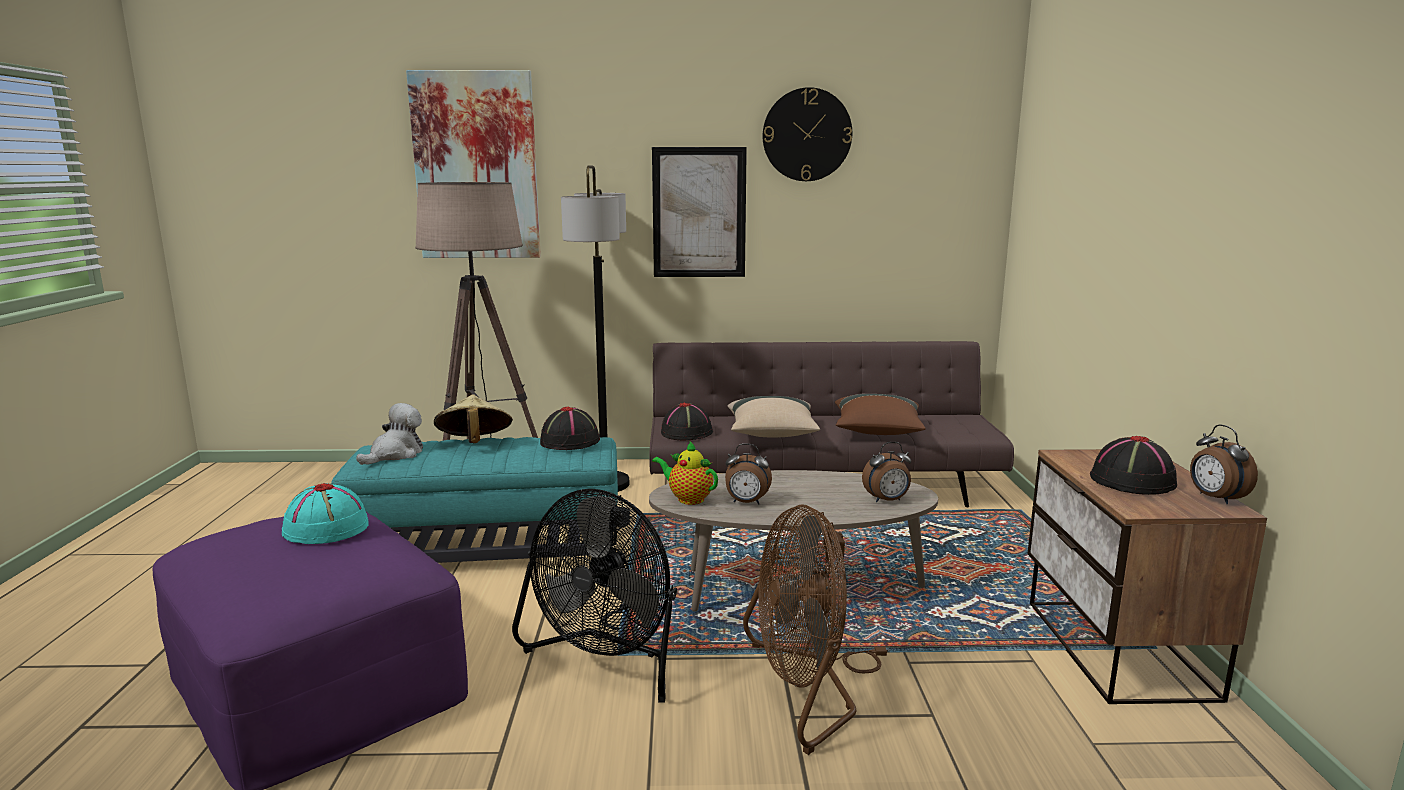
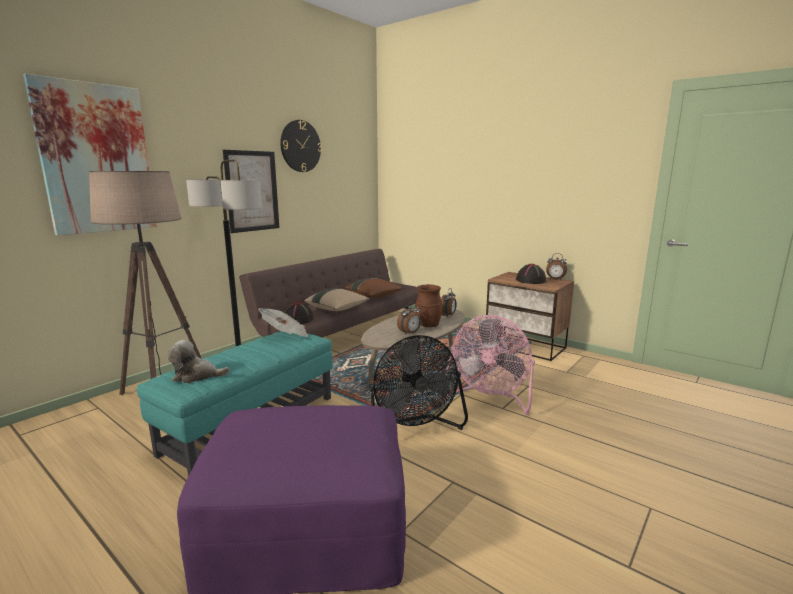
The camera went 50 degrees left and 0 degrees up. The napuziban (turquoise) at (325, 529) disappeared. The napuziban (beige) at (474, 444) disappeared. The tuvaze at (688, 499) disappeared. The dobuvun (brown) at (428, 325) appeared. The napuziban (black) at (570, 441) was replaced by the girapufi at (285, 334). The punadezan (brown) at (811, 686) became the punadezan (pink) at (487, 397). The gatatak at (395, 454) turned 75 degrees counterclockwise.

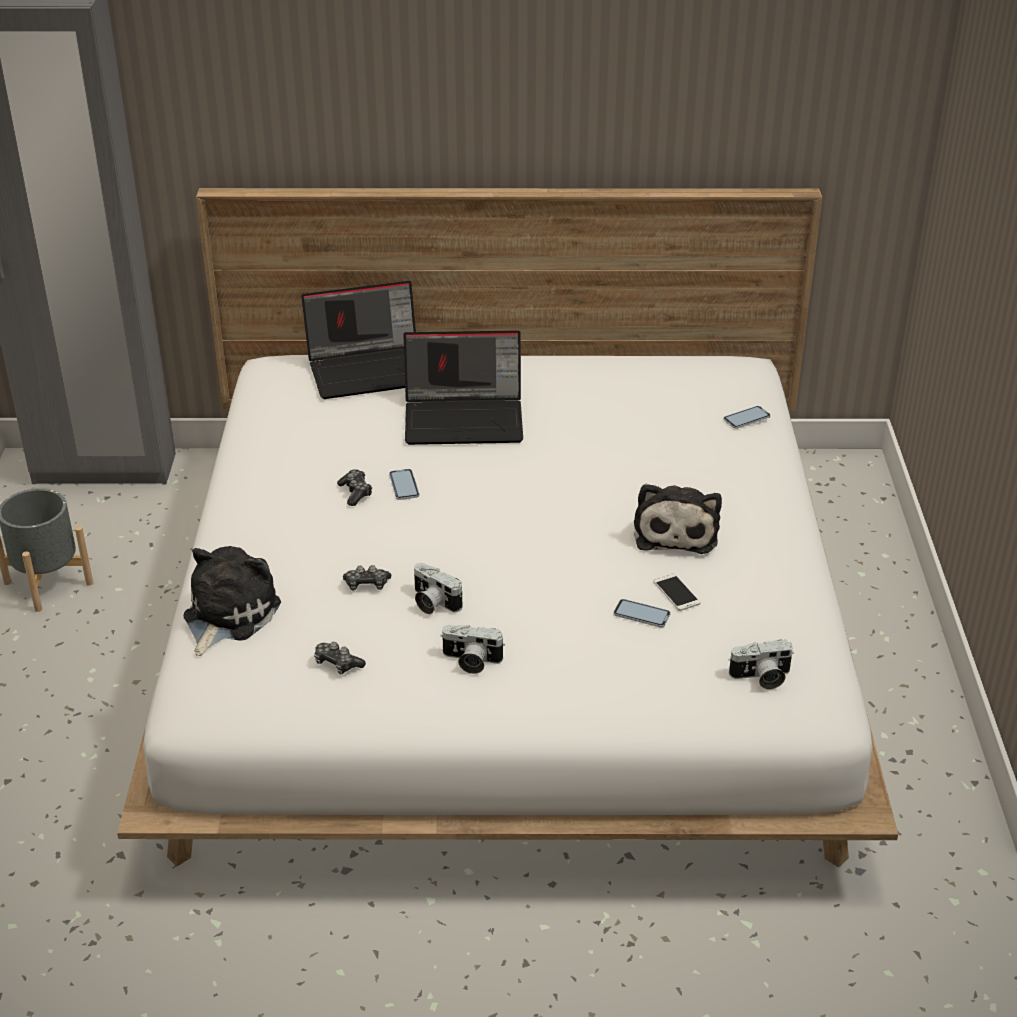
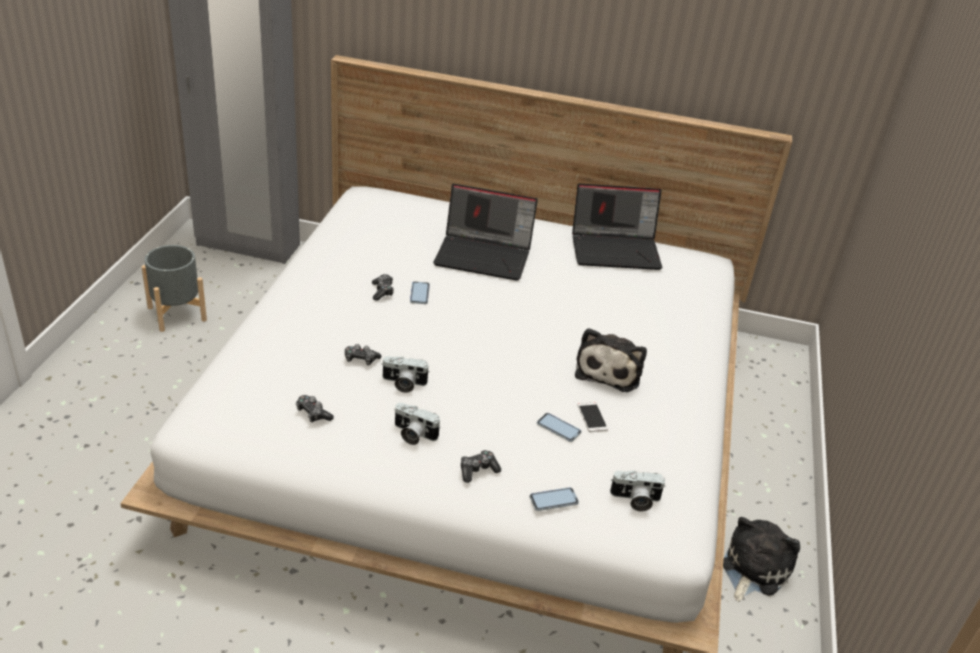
The camera went 10 degrees right and 0 degrees up. The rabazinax at (478, 470) appeared. The gatatak moved from (227, 615) to (753, 569). The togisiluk moved from (370, 369) to (616, 249). The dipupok moved from (746, 418) to (553, 500). The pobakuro at (432, 603) turned 45 degrees counterclockwise.

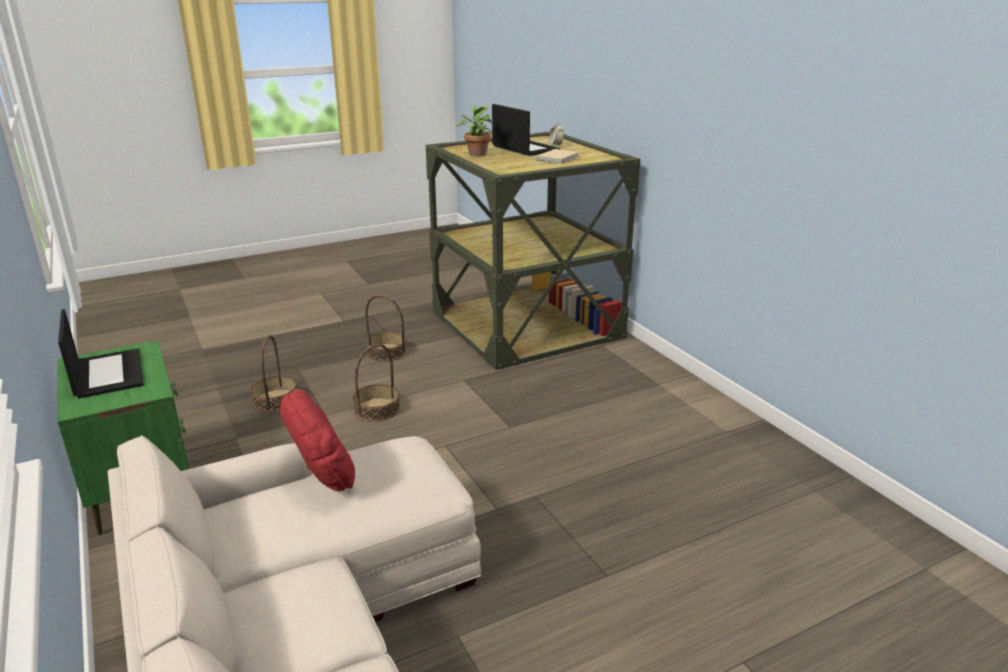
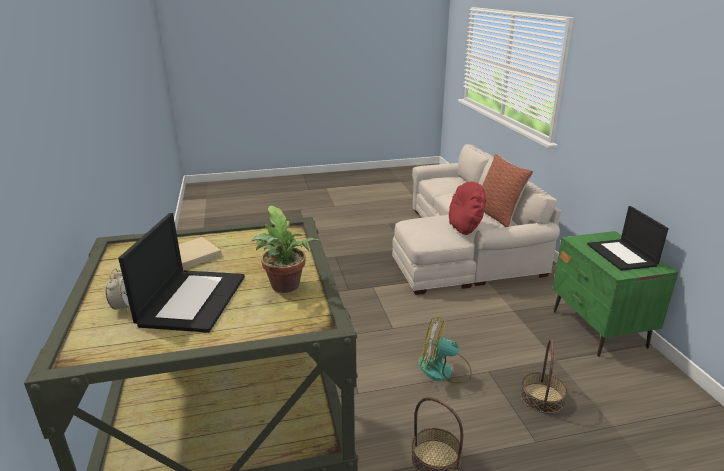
The camera went 165 degrees left and 0 degrees up. The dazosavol at (498, 215) appeared. The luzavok at (377, 409) was replaced by the punadezan at (443, 370). The togisiluk at (524, 148) turned 150 degrees counterclockwise.

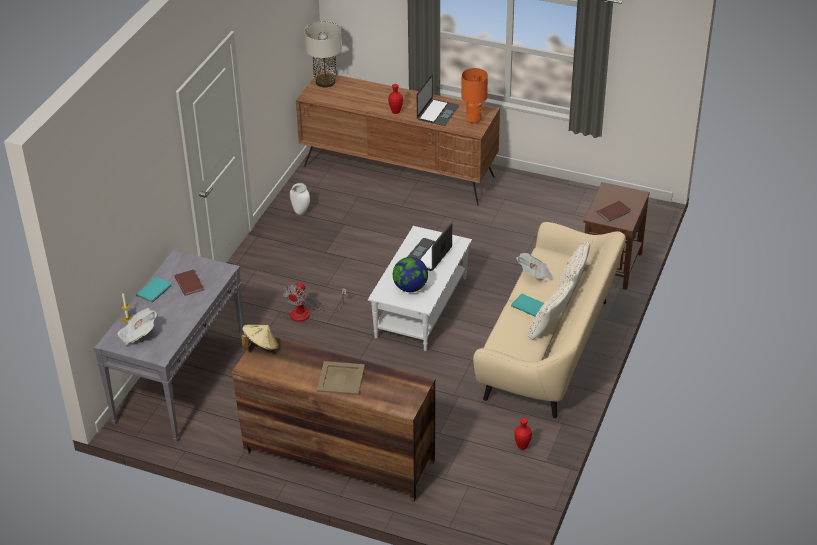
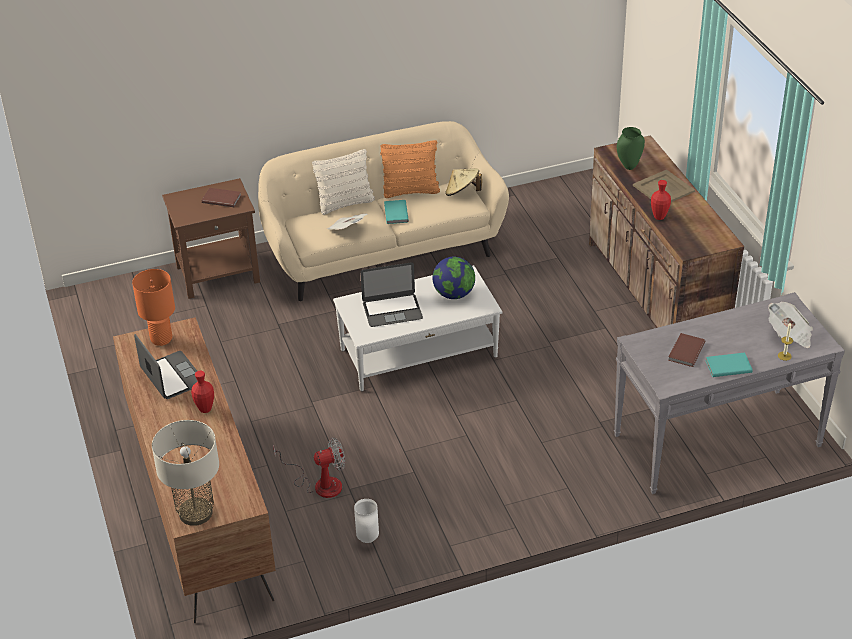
The camera went 130 degrees left and 0 degrees up. The dobuvun (green) at (629, 167) appeared. The napuziban (beige) moved from (261, 347) to (462, 192). The punadezan moved from (307, 313) to (319, 484). The dobuvun (red) moved from (522, 446) to (659, 217). The dazosavol (beige) at (549, 329) became the dazosavol (orange) at (411, 191). The togisiluk at (437, 112) turned 75 degrees clockwise.

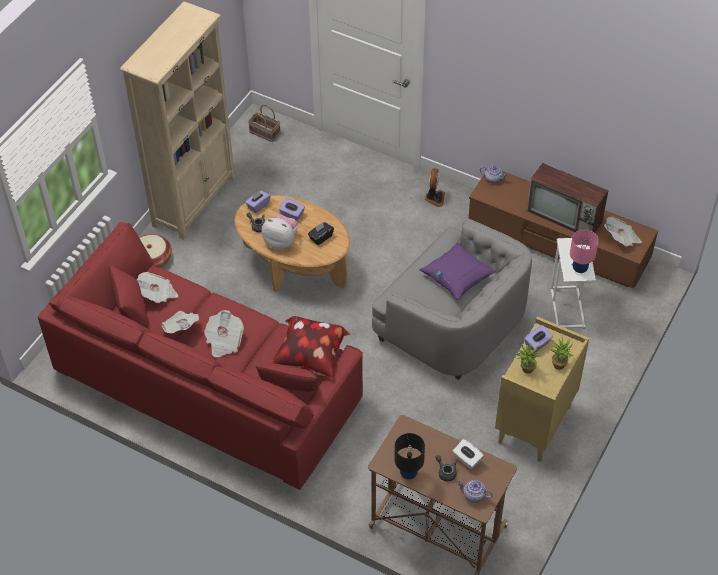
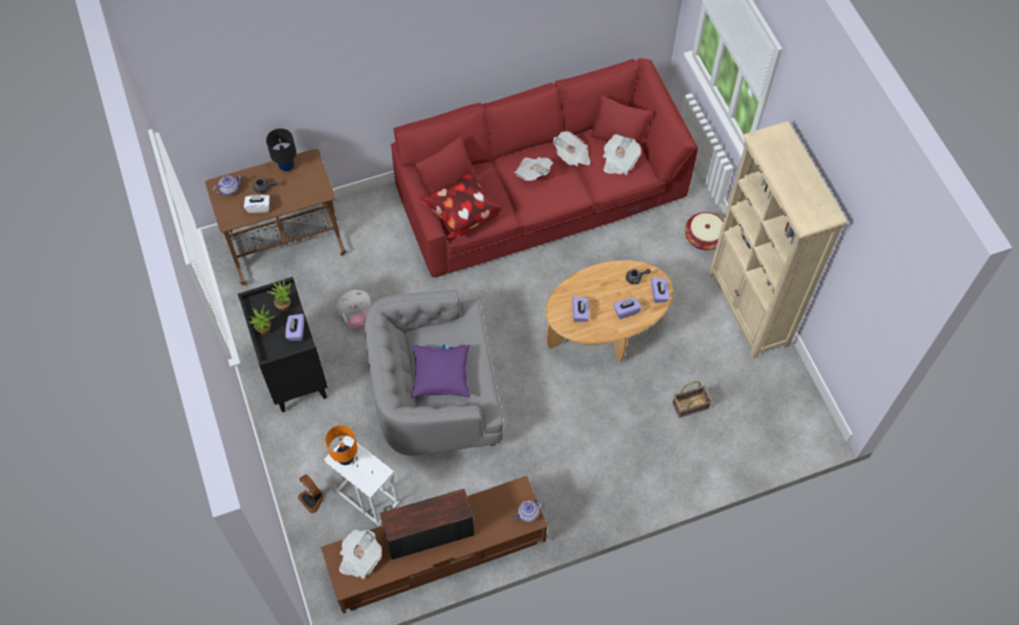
The camera went 130 degrees right and 10 degrees up. The luzavok moved from (266, 133) to (689, 406). The gatatak moved from (281, 241) to (357, 317). The punadezan moved from (434, 198) to (313, 498). The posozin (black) at (321, 237) became the posozin (purple) at (580, 313). The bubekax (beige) at (534, 425) became the bubekax (black) at (294, 373). The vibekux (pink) at (579, 268) became the vibekux (orange) at (346, 459).

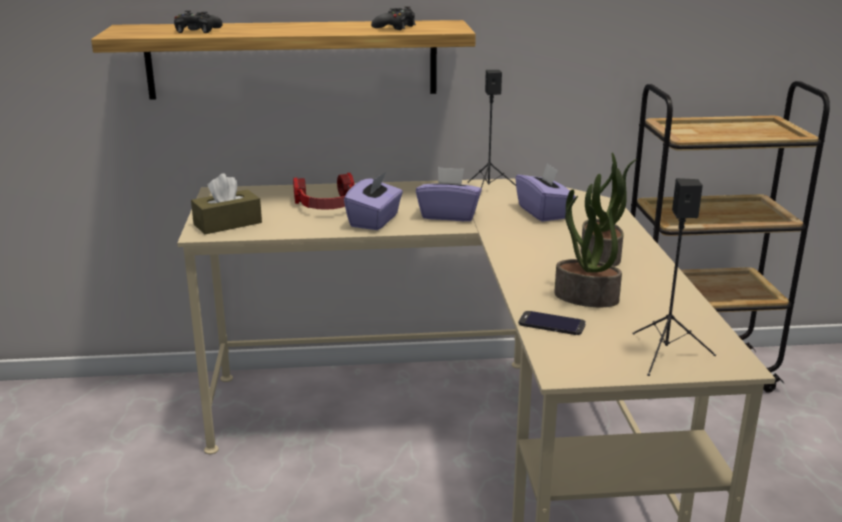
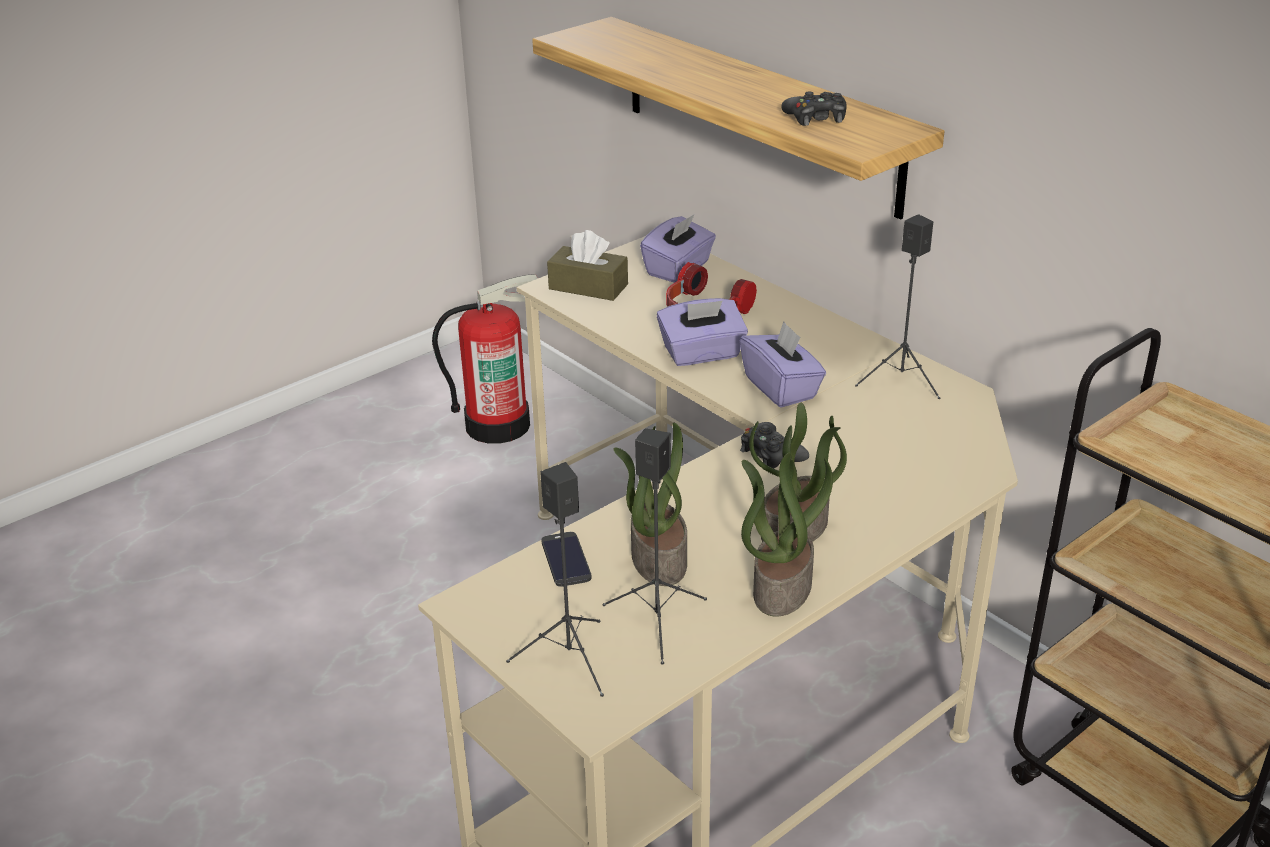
The camera went 55 degrees right and 10 degrees up. The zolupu at (498, 424) appeared. The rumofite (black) at (658, 621) appeared. The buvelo at (781, 587) appeared. The rabazinax (black) moved from (196, 31) to (771, 454). The posozin (purple) moved from (544, 212) to (678, 269).

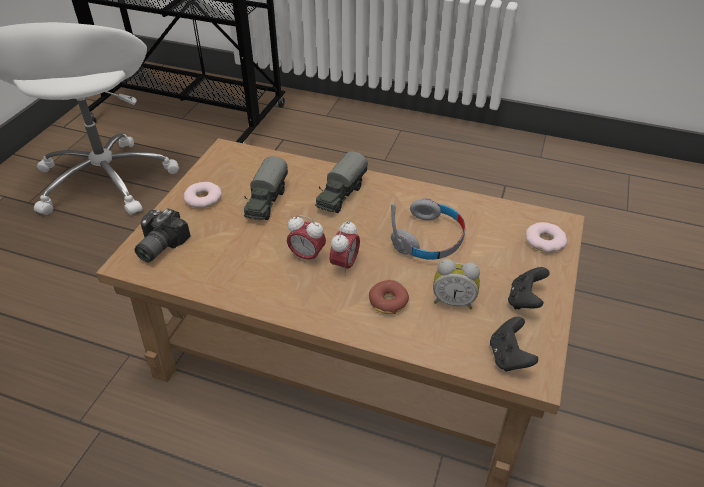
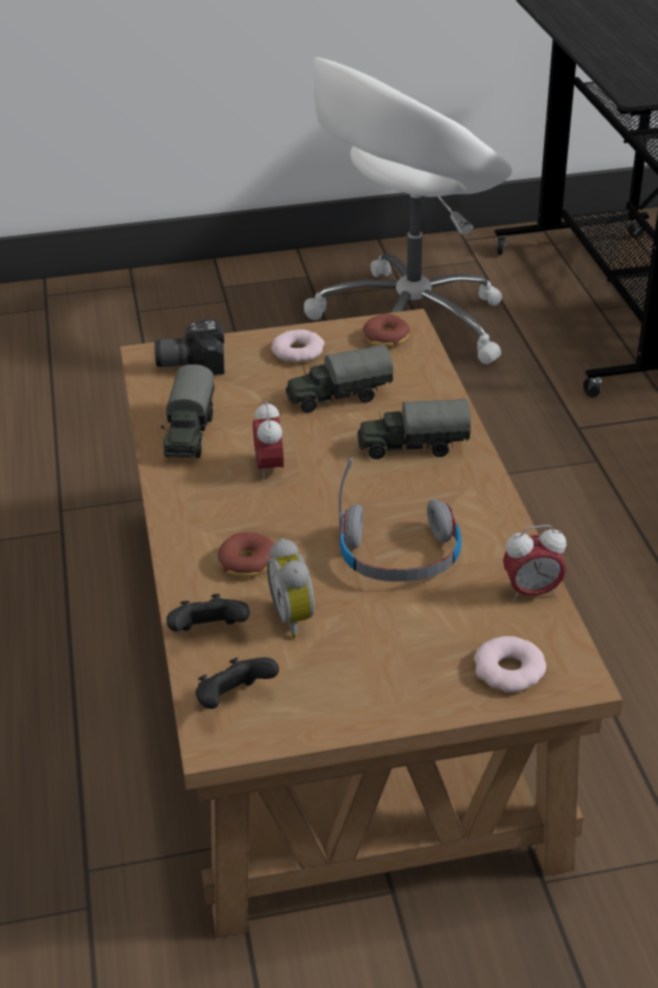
The camera went 60 degrees right and 5 degrees down. The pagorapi at (189, 434) appeared. The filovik at (386, 338) appeared. The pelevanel moved from (345, 265) to (532, 592). The rabazinax (black) moved from (524, 300) to (209, 633).

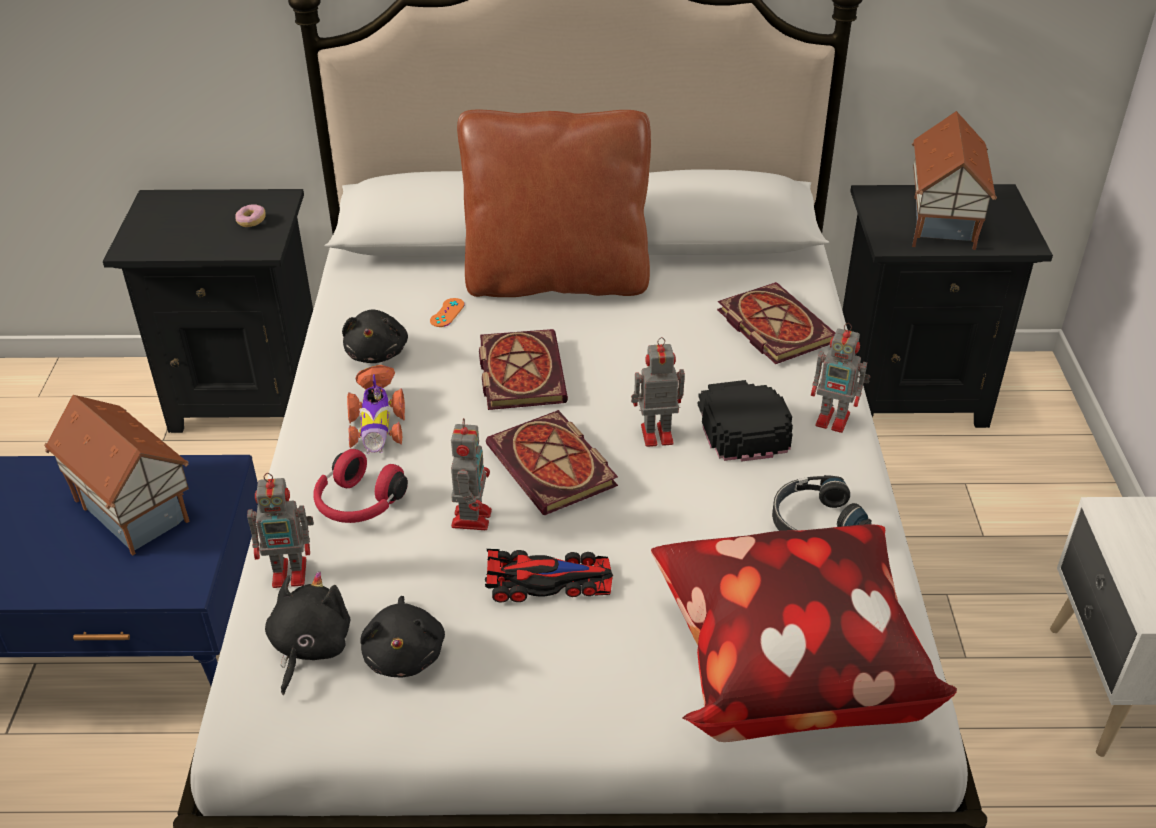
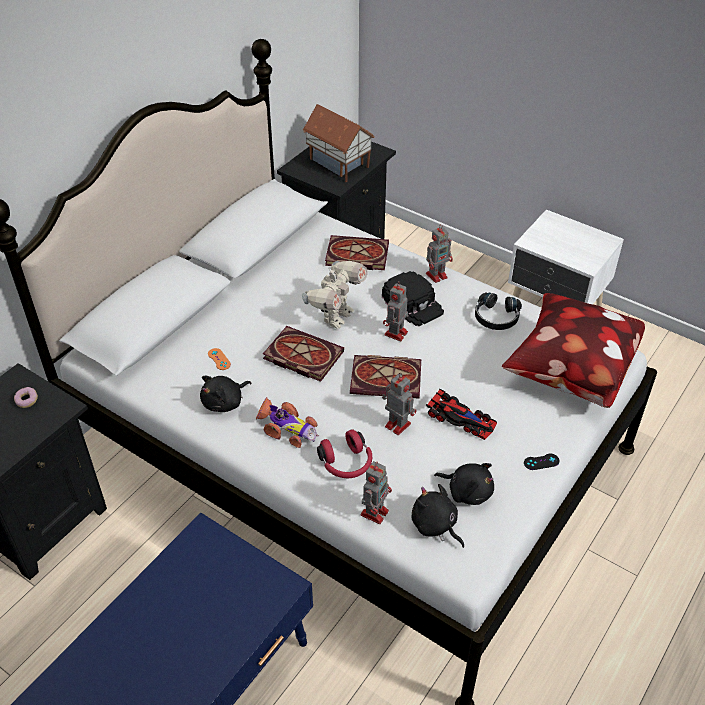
The camera went 55 degrees left and 5 degrees up. The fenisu at (135, 507) disappeared. The dazosavol (brown) at (556, 279) disappeared. The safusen at (336, 316) appeared. The rabazinax (black) at (541, 462) appeared. The gatatak (black) at (377, 353) turned 105 degrees clockwise. The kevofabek at (549, 580) turned 90 degrees clockwise. The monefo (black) at (740, 423) turned 150 degrees counterclockwise.

